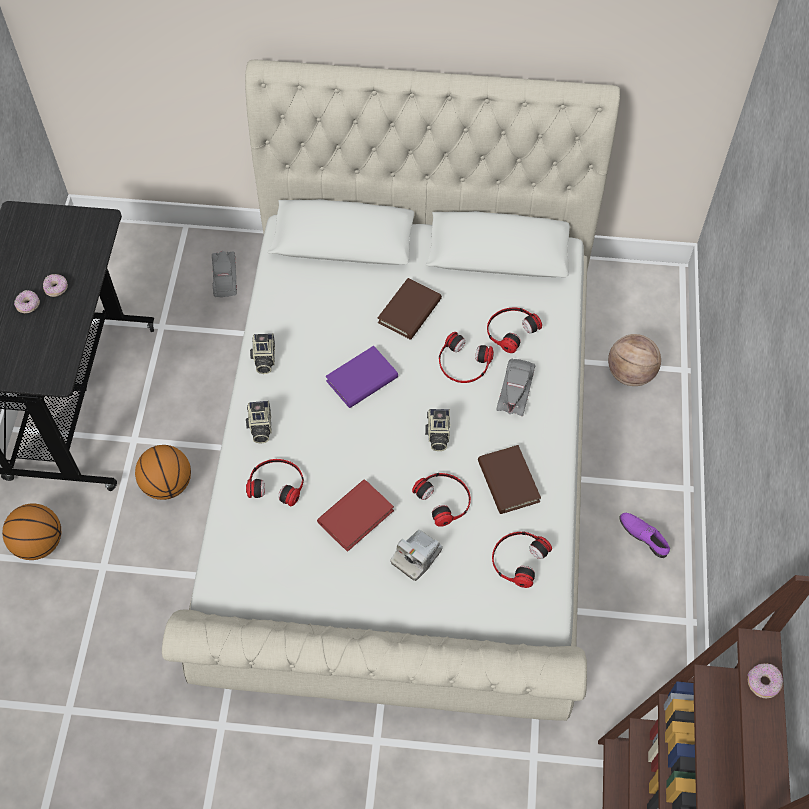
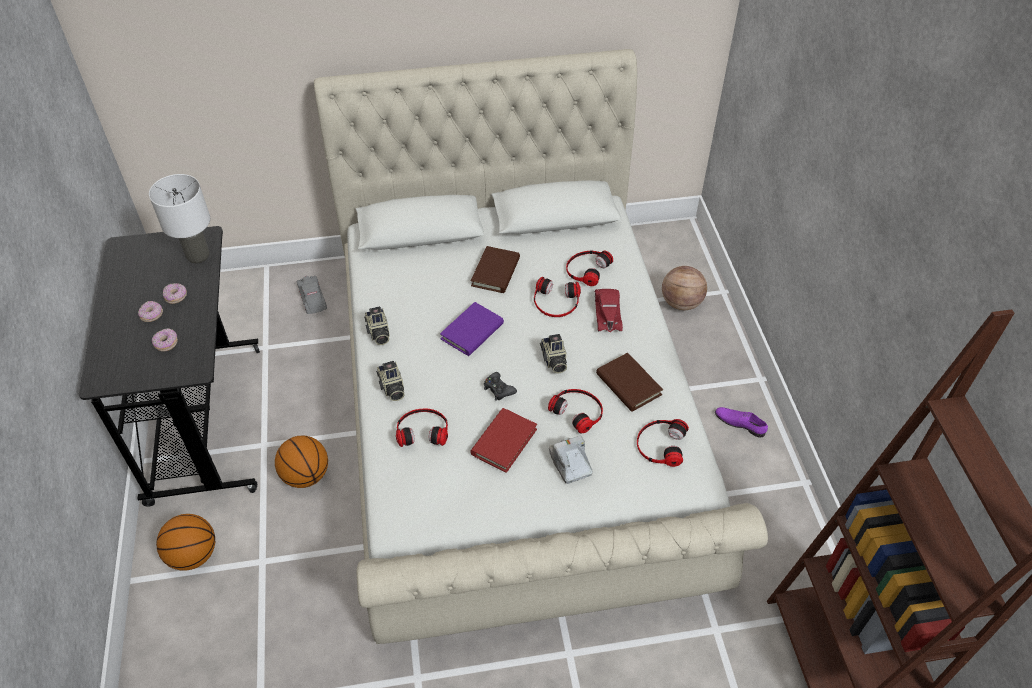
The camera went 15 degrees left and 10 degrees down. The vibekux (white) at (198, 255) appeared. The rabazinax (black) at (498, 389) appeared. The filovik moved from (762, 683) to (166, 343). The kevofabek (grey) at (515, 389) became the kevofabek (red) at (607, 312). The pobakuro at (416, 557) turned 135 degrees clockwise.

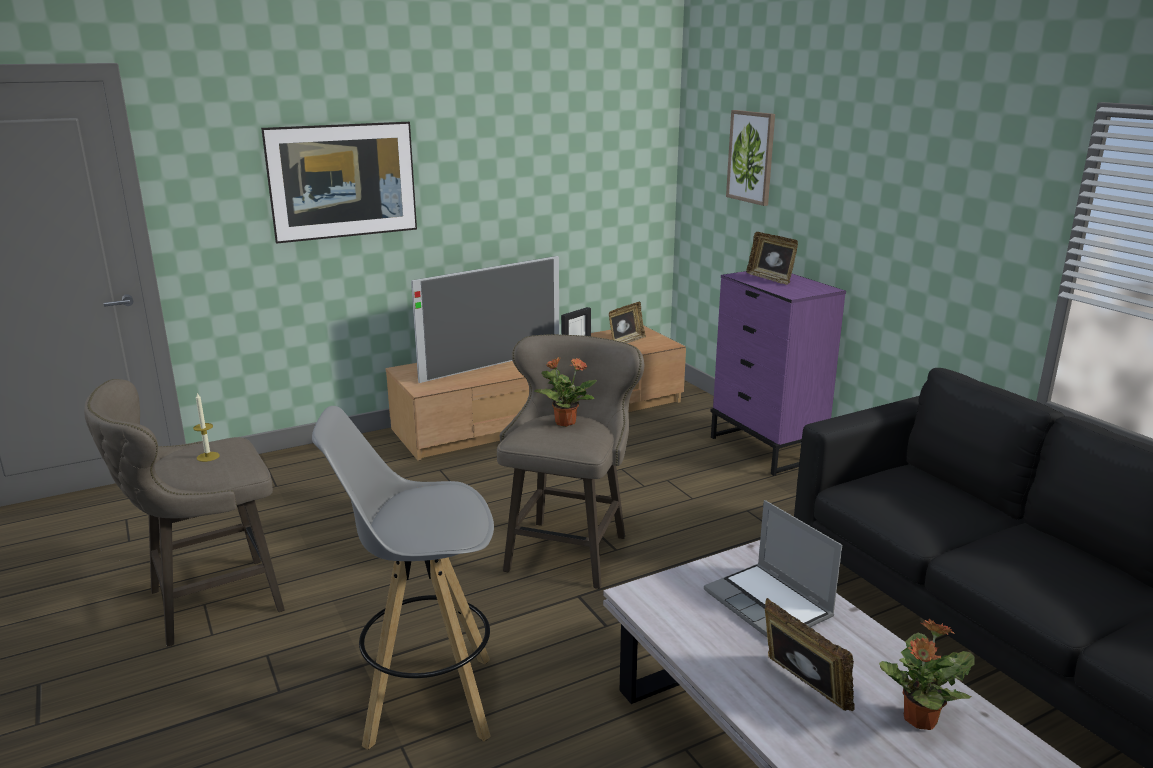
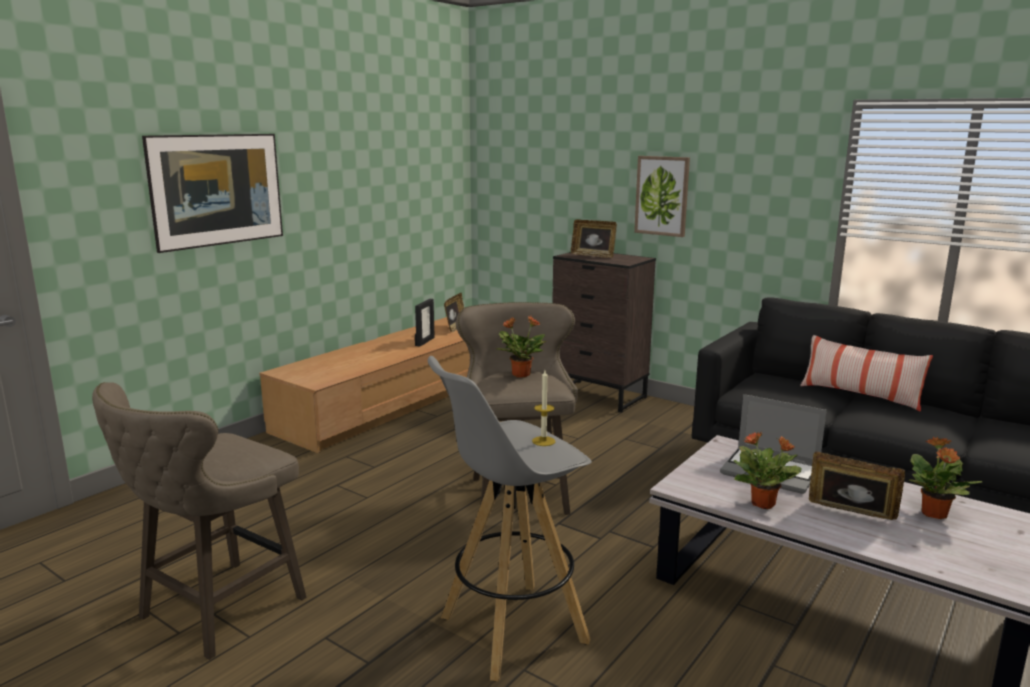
The camera went 25 degrees left and 5 degrees down. The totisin at (492, 365) disappeared. The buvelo at (764, 504) appeared. The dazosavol at (860, 396) appeared. The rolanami moved from (208, 457) to (543, 441). The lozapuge moved from (751, 157) to (662, 196). The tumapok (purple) at (766, 449) became the tumapok (brown) at (599, 396).

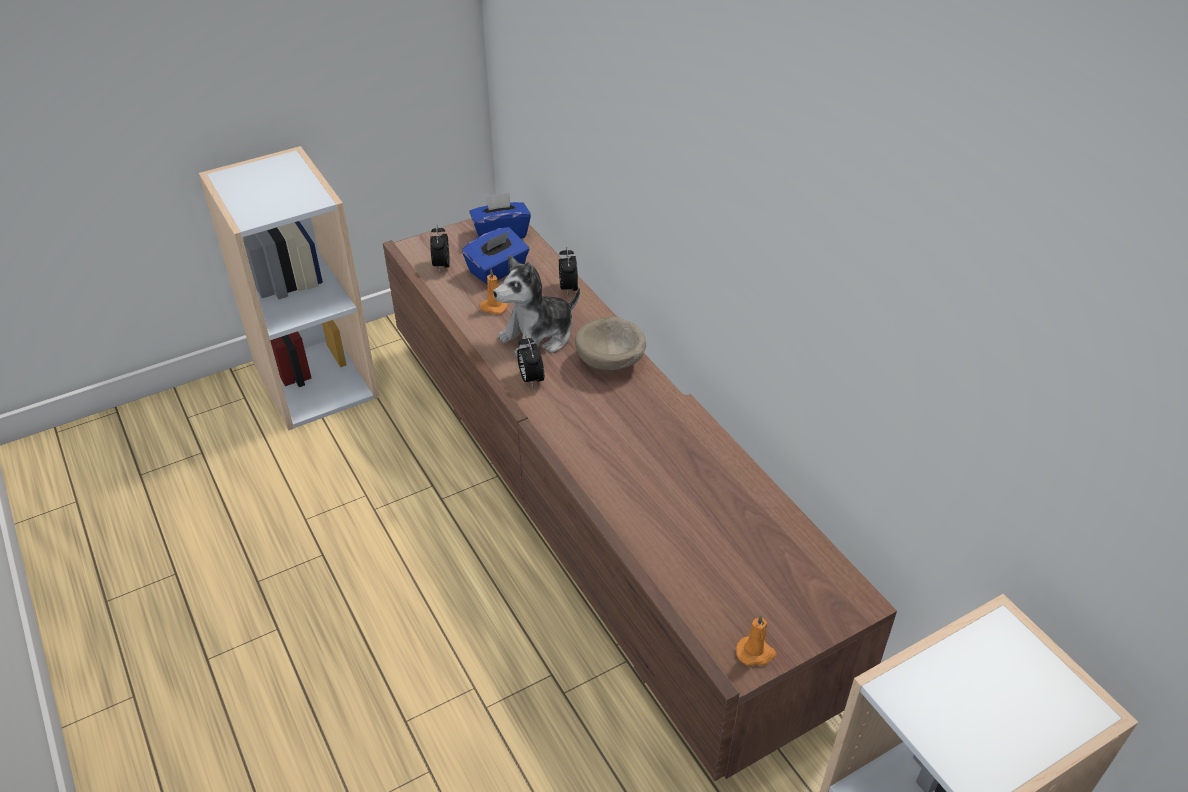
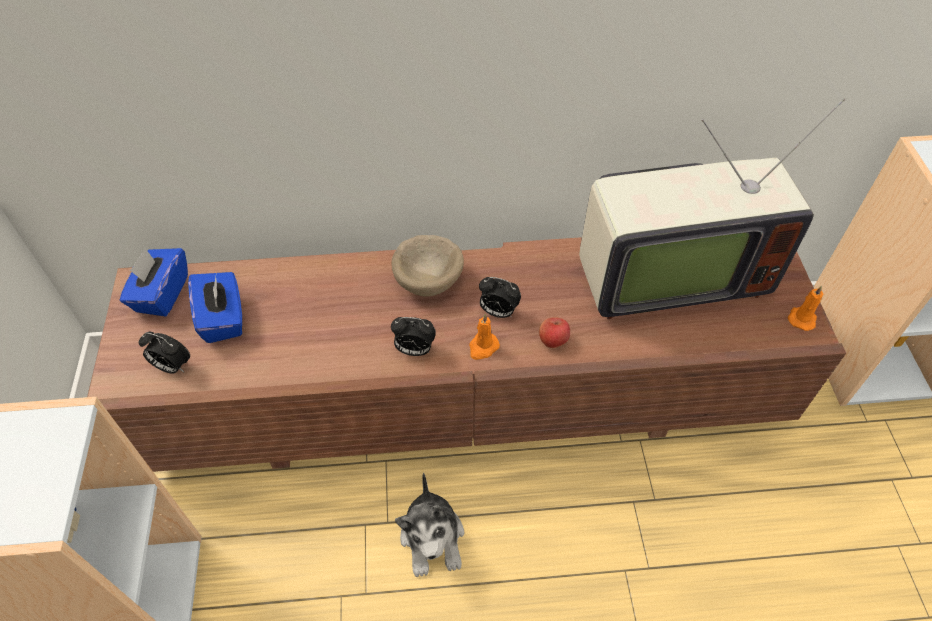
The camera went 65 degrees left and 10 degrees up. The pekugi at (553, 341) appeared. The totisin at (666, 275) appeared. The rolanami (orange) moved from (493, 307) to (483, 347). The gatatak moved from (538, 337) to (433, 538). The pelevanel moved from (568, 288) to (498, 312).

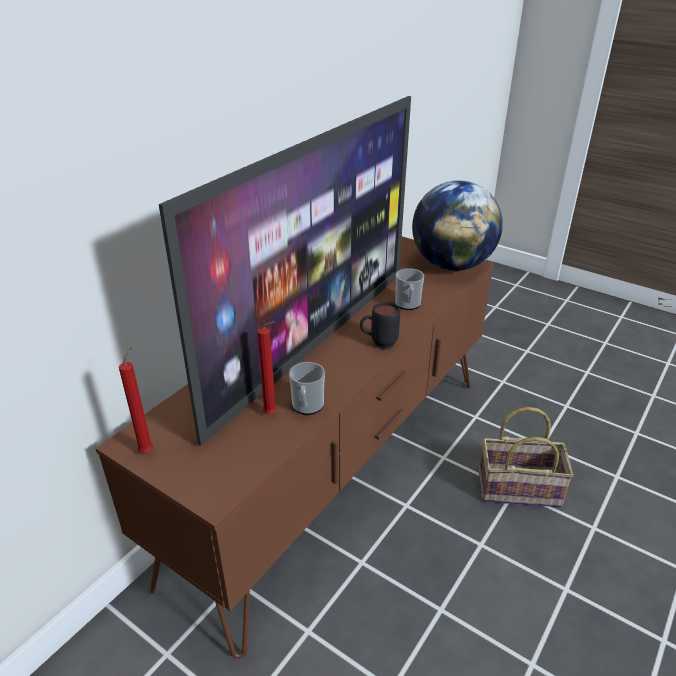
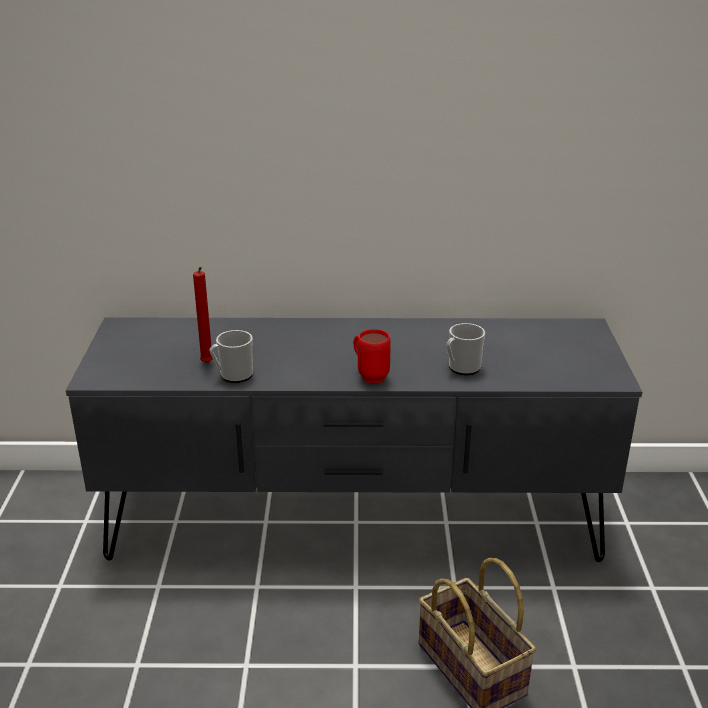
The camera went 55 degrees right and 5 degrees down. The rolanami (red) at (148, 450) disappeared. The totisin at (312, 343) disappeared. The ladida at (451, 265) disappeared. The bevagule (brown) at (339, 469) became the bevagule (grey) at (356, 520). The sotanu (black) at (378, 343) became the sotanu (red) at (369, 375).

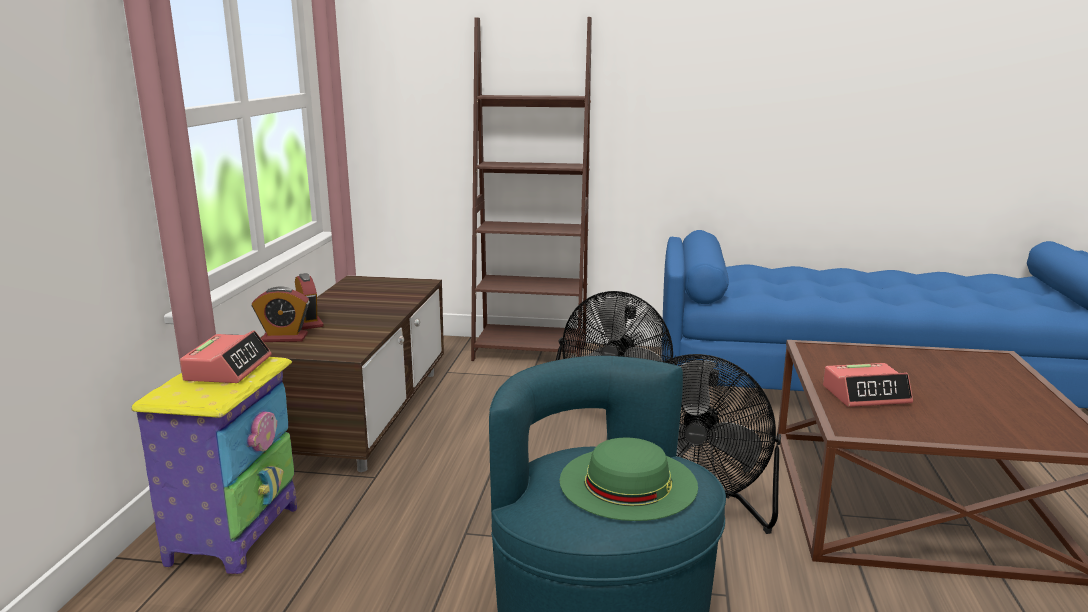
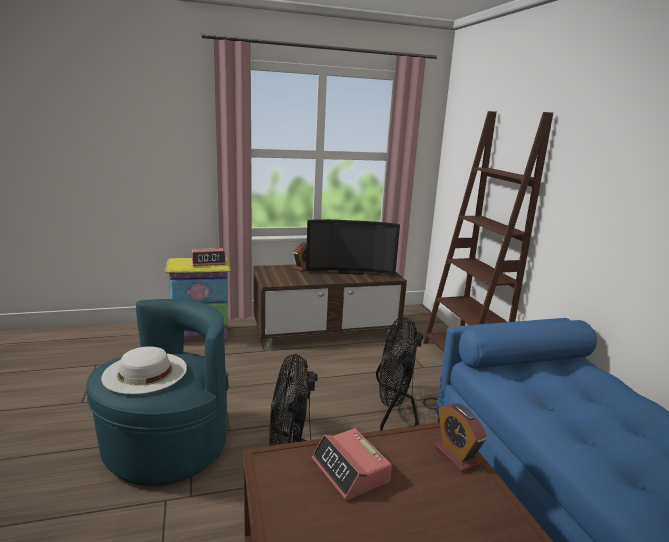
The camera went 65 degrees right and 0 degrees up. The totisin at (349, 271) appeared. The pelevanel moved from (284, 338) to (456, 455). The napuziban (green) at (628, 482) became the napuziban (white) at (145, 372).

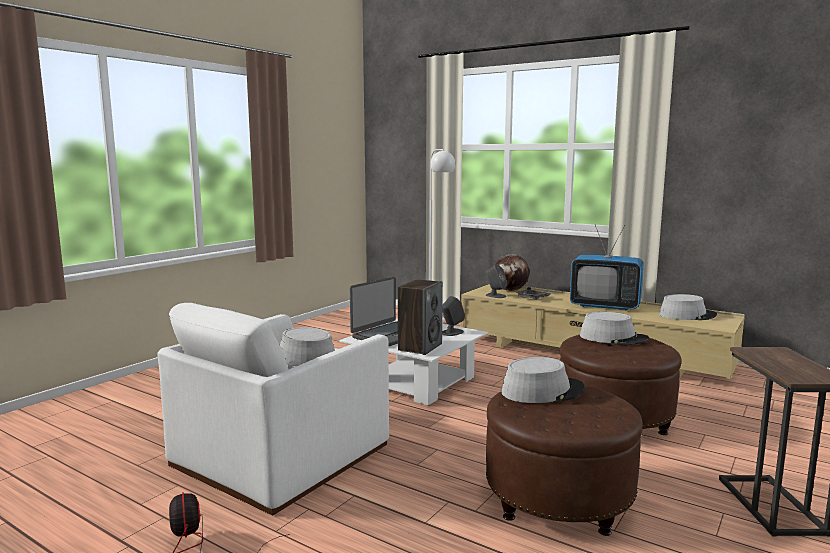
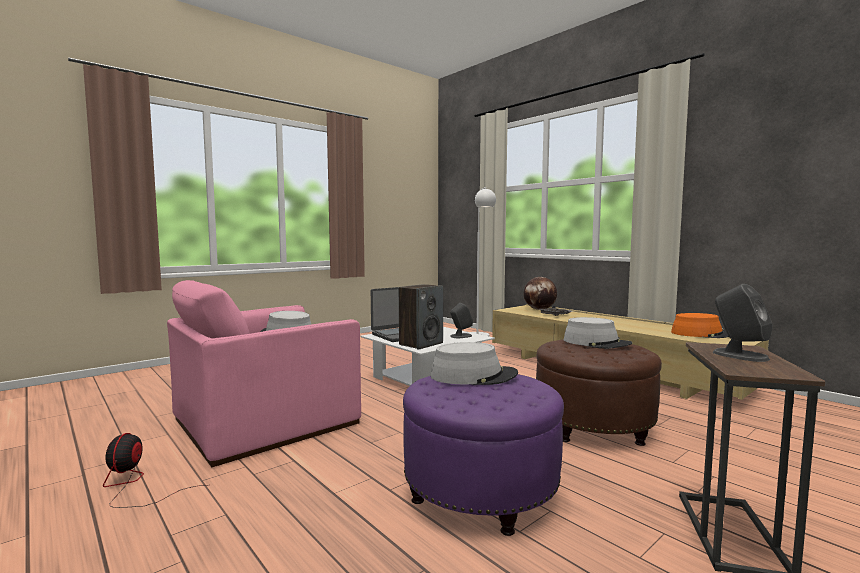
The camera went 15 degrees right and 5 degrees down. The totisin at (605, 306) disappeared. The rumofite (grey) moved from (495, 296) to (739, 355). The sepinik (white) at (281, 454) became the sepinik (pink) at (266, 421). The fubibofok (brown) at (558, 500) became the fubibofok (purple) at (480, 492). The napuziban (grey) at (687, 315) became the napuziban (orange) at (701, 334).

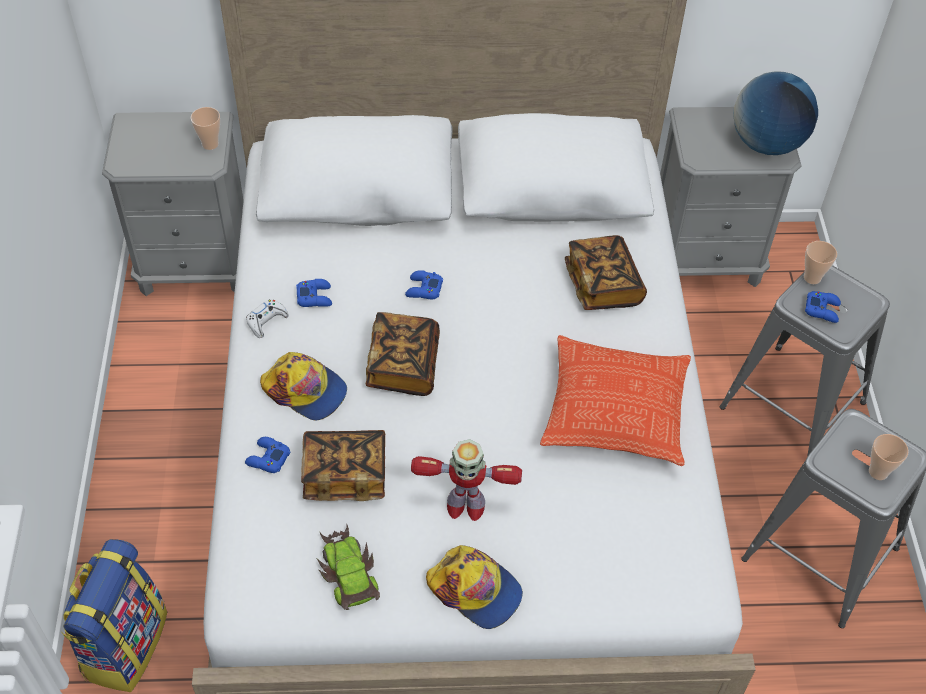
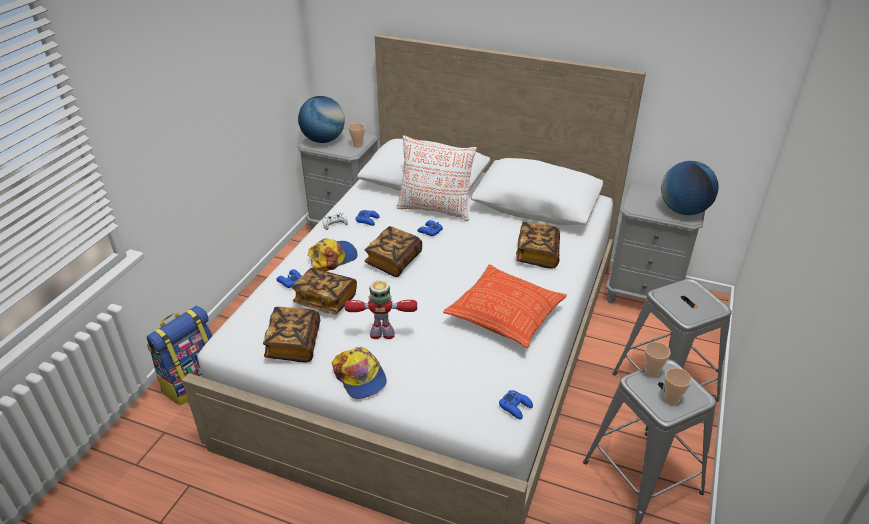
The camera went 25 degrees right and 15 degrees down. The ladida at (323, 140) appeared. The dazosavol (white) at (435, 209) appeared. The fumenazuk moved from (812, 278) to (651, 372). The rabazinax (blue) moved from (822, 309) to (515, 407). The kevofabek at (347, 571) was replaced by the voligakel at (294, 344). The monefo at (305, 390) turned 90 degrees counterclockwise. The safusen at (464, 505) turned 150 degrees clockwise.

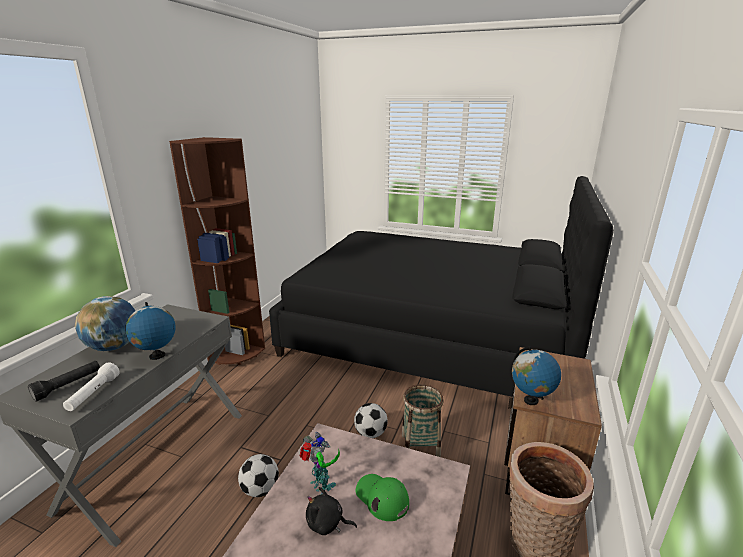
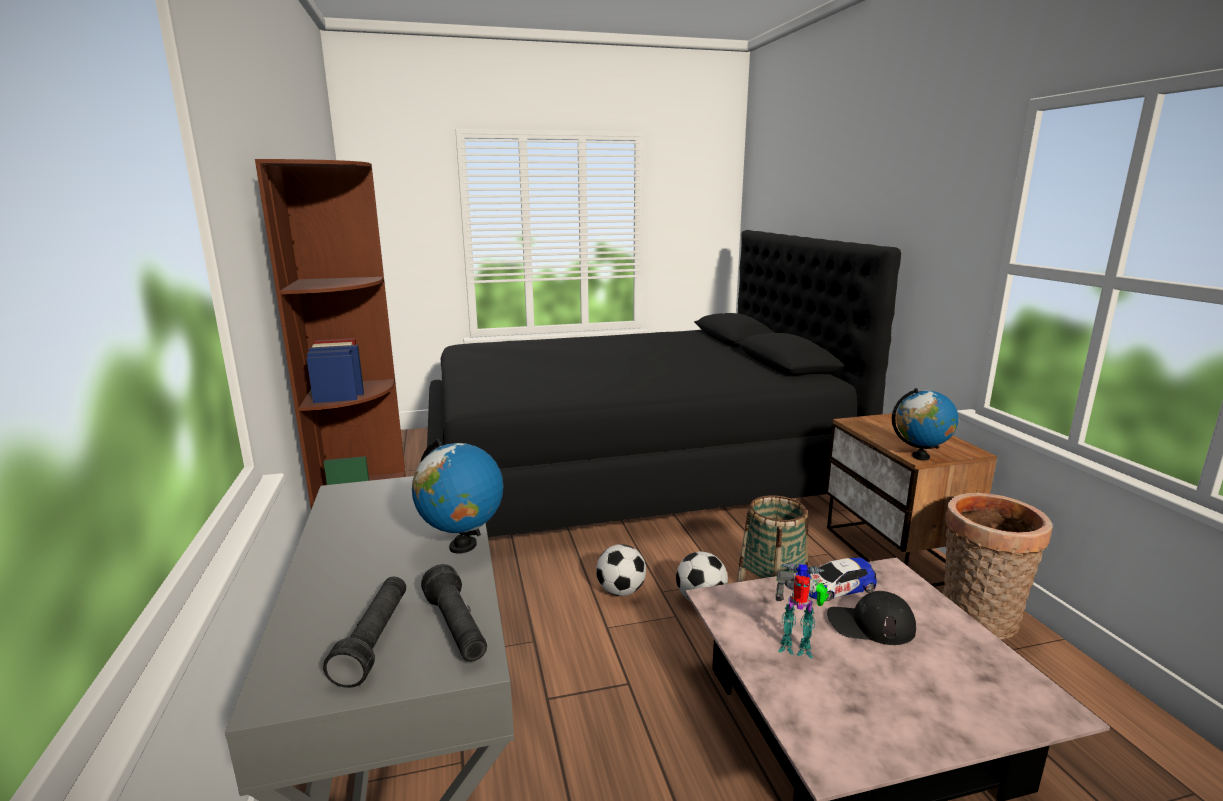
The camera went 35 degrees left and 5 degrees down. The ladida at (114, 347) disappeared. The gatatak (black) at (327, 523) disappeared. The kevofabek at (837, 587) appeared. The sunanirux moved from (260, 489) to (621, 591). The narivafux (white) at (93, 394) became the narivafux (black) at (457, 629). The monefo (green) at (382, 497) became the monefo (black) at (870, 625).

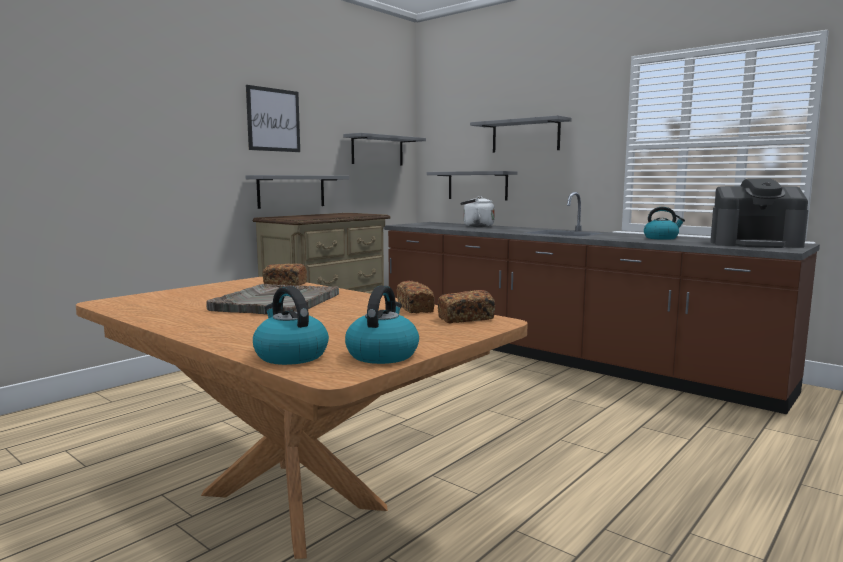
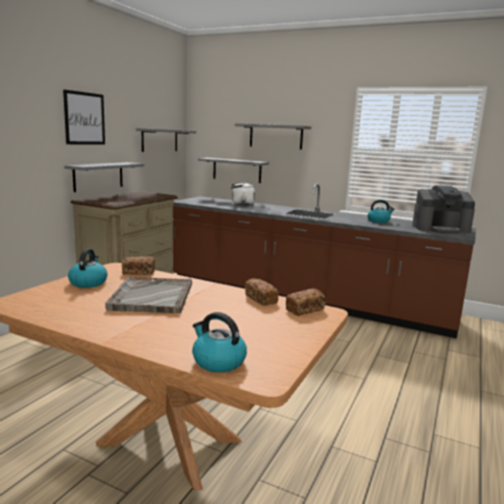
The camera went 15 degrees left and 5 degrees up. The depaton moved from (382, 354) to (88, 282).

